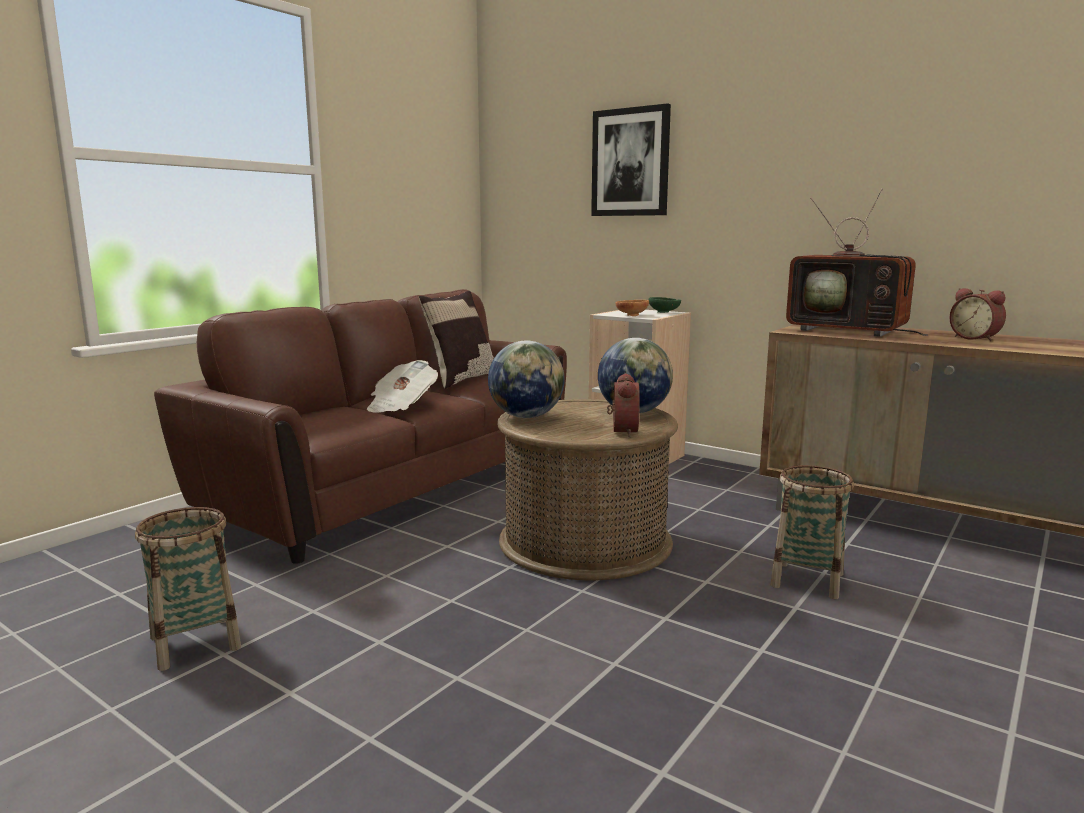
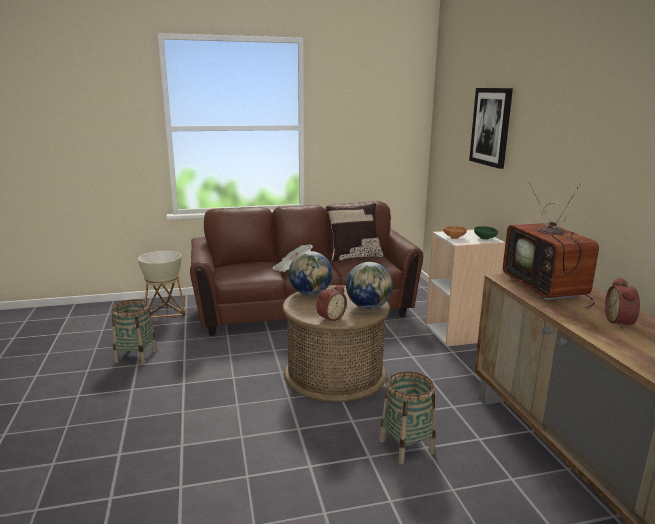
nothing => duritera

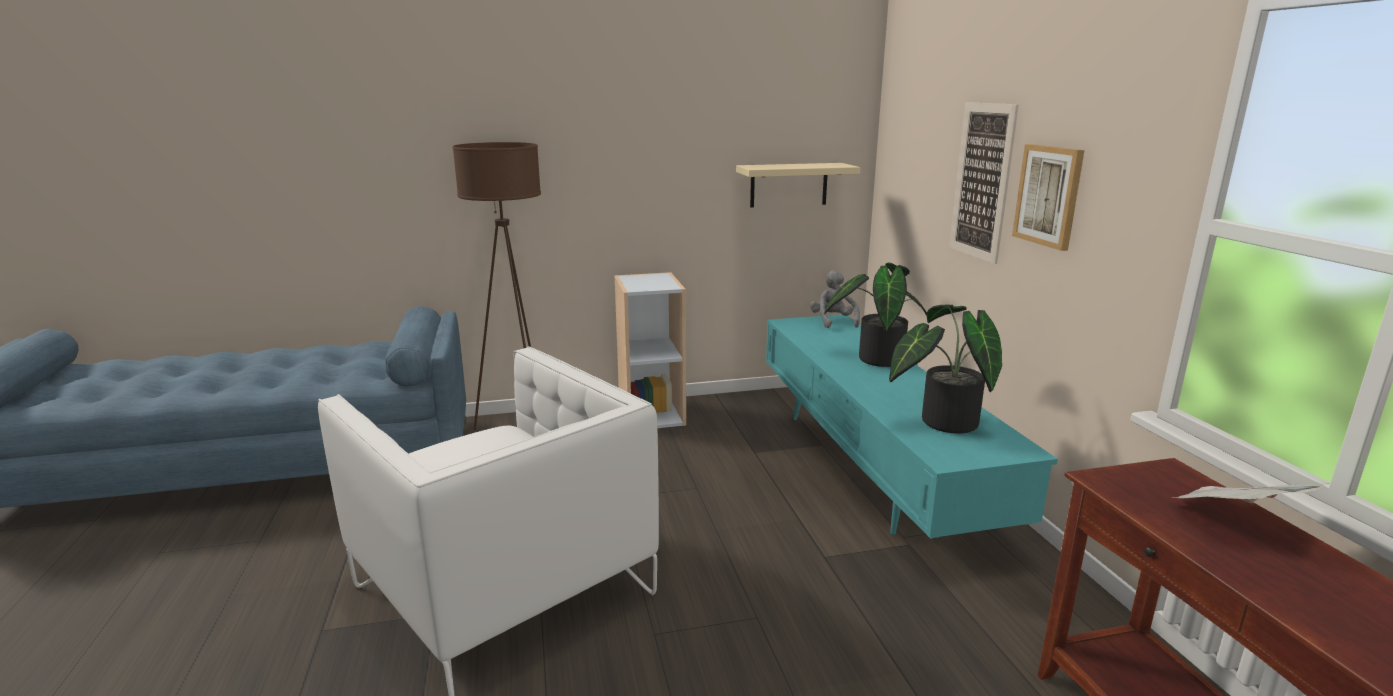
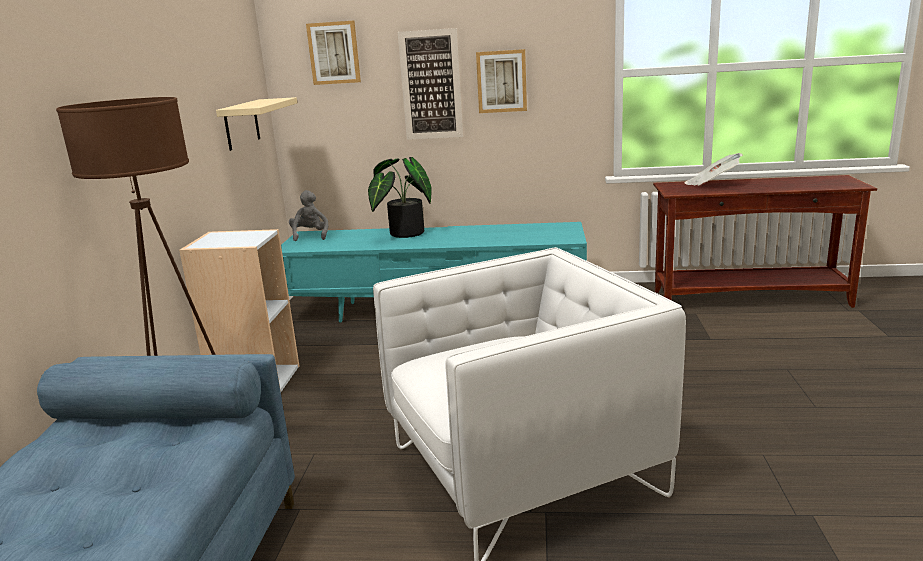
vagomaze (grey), 75 degrees clockwise
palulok (no. 2 from left) => nothing
nothing => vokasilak (no. 1 from left)

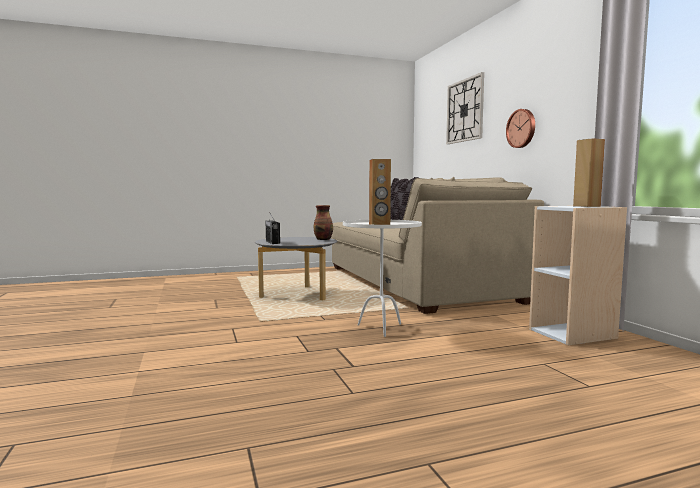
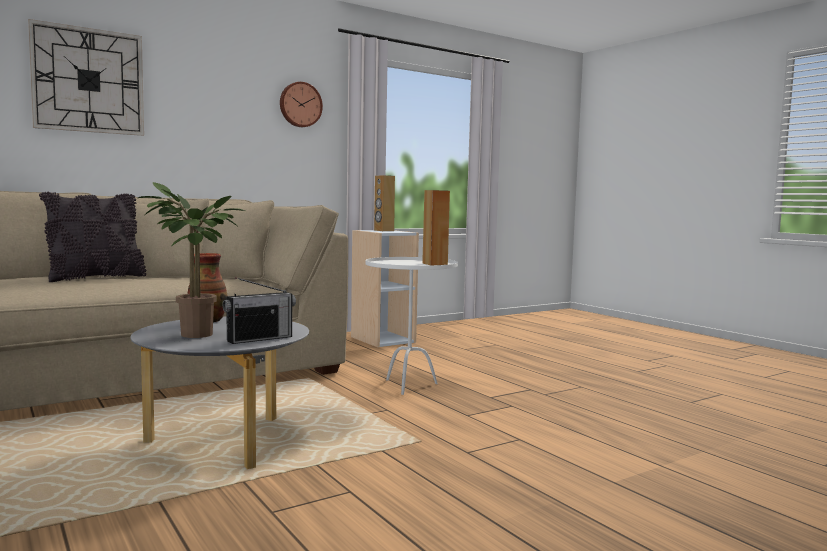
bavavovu (no. 2 from left), shifted
nothing => palulok

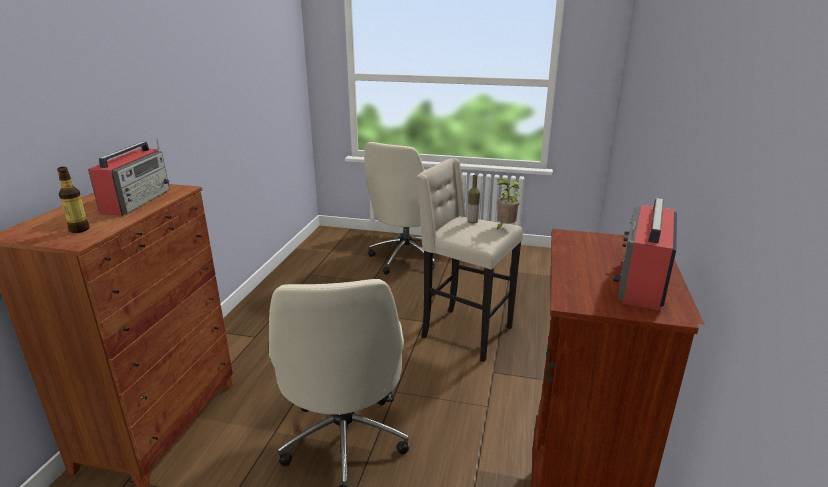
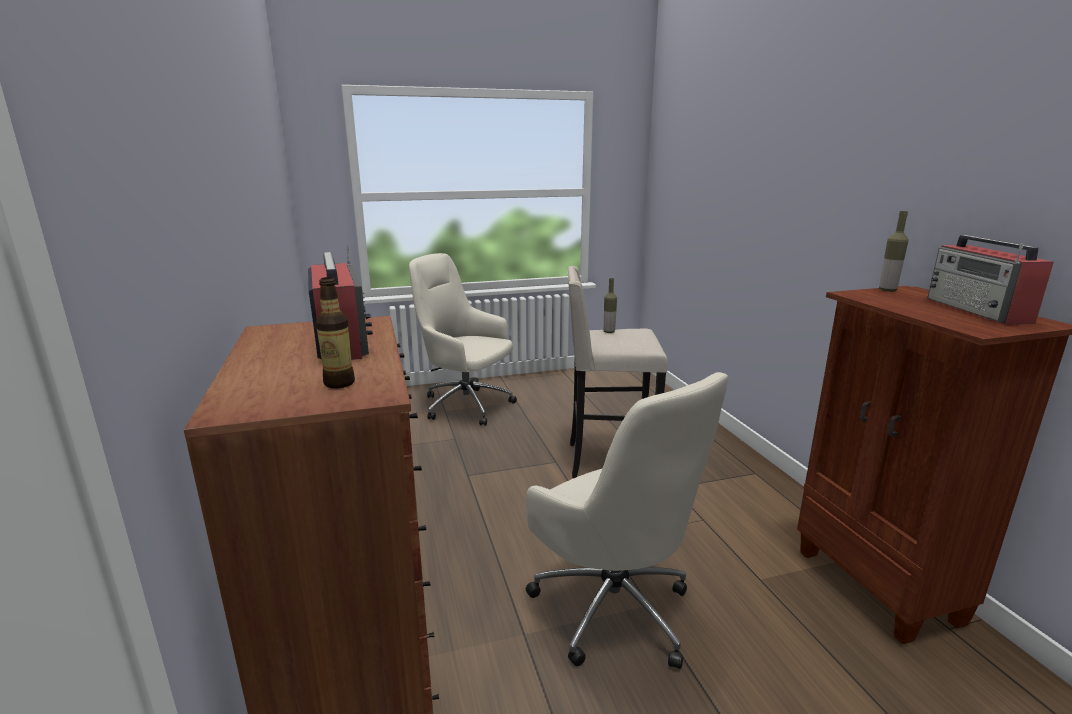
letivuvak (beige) (no. 2 from left in the first image) => letivuvak (beige) (no. 1 from left), 120 degrees clockwise
palulok => nothing
nothing => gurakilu (no. 3 from left)

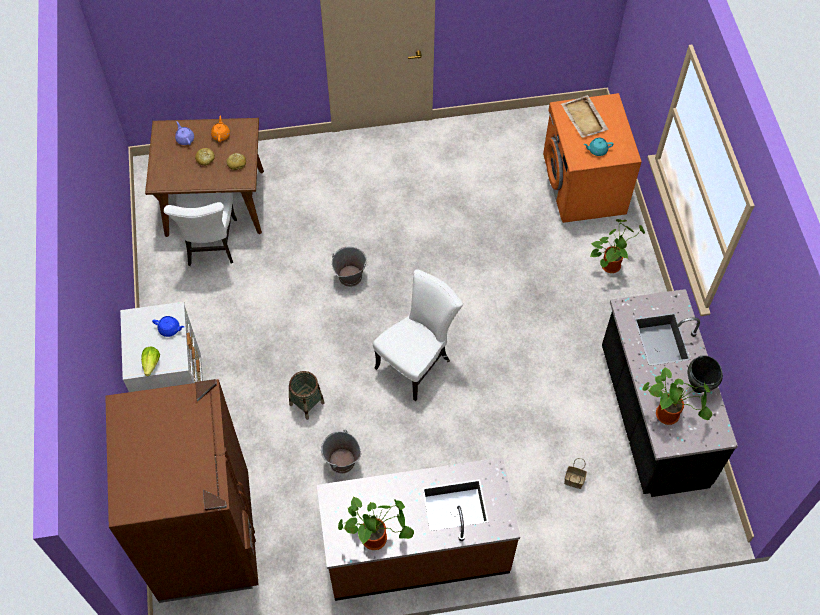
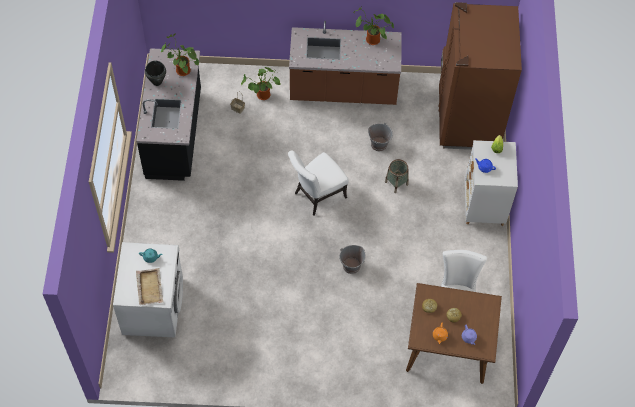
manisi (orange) => manisi (white)
palulok (no. 2 from left), shifted

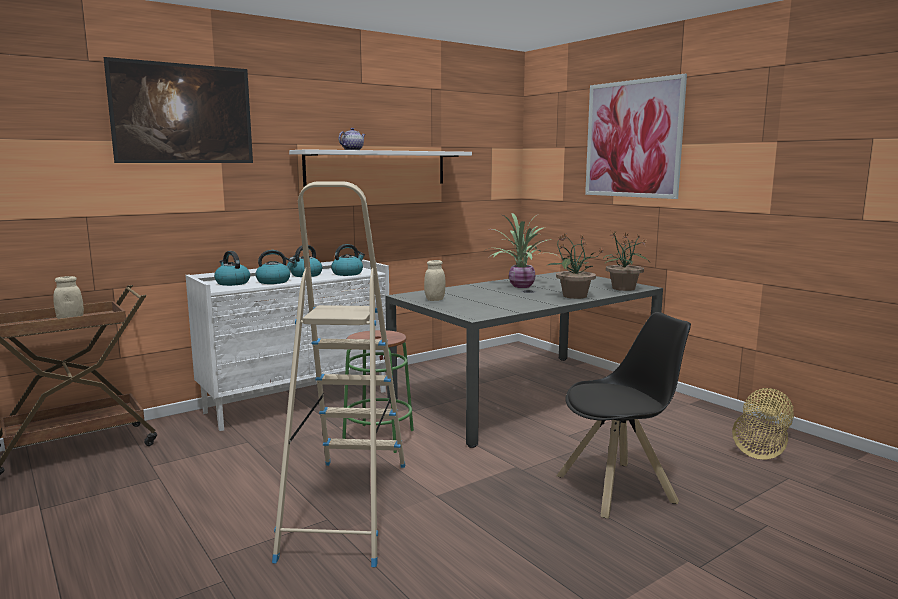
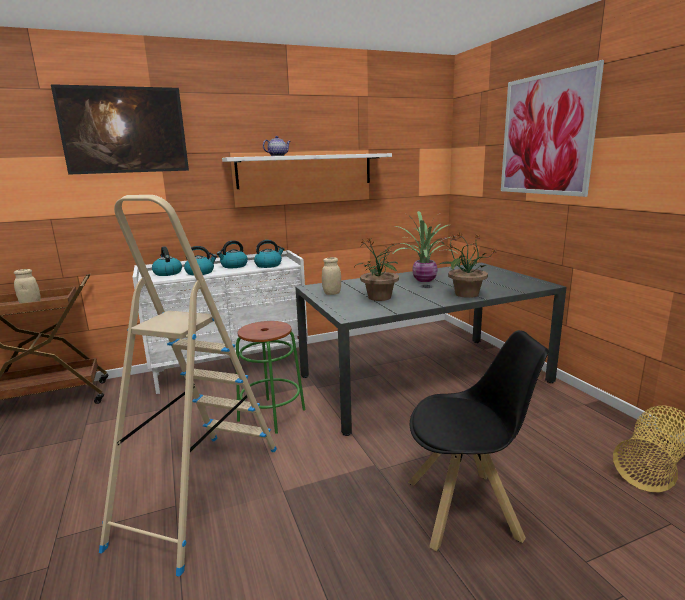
palulok (no. 3 from left in the first image) => palulok (no. 1 from left), shifted

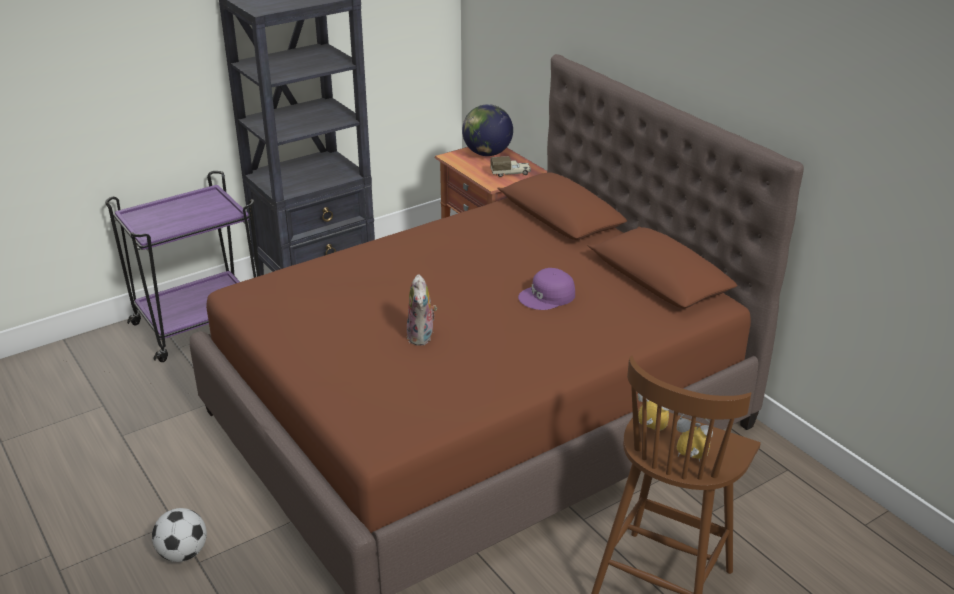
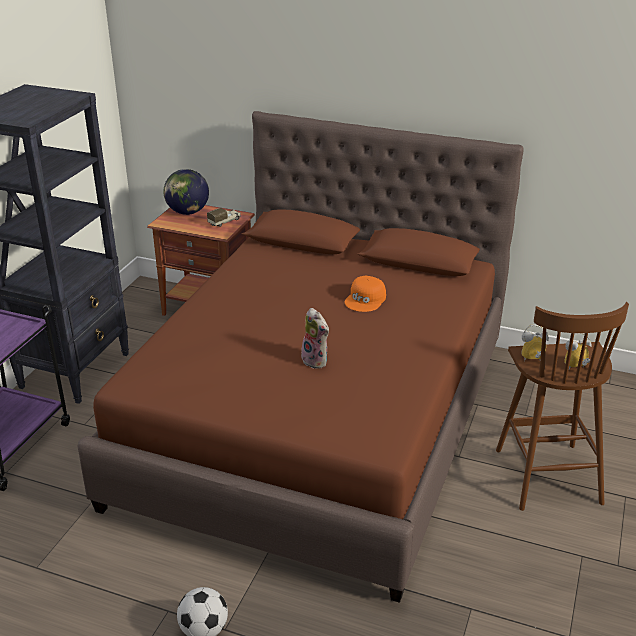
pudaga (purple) => pudaga (orange)

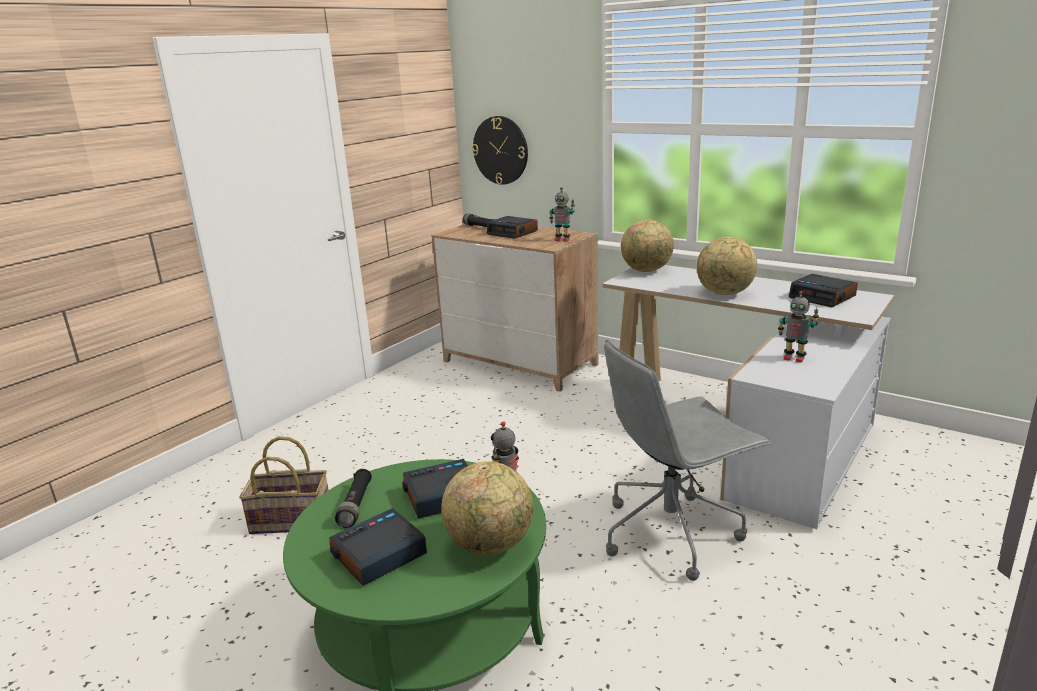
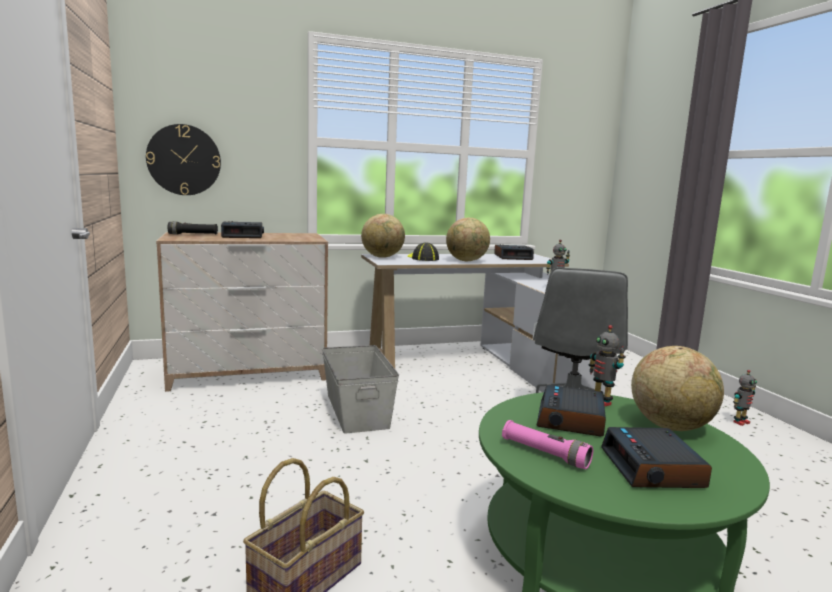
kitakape (no. 2 from left in the first image) => kitakape (no. 3 from left), shifted
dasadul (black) (no. 1 from left) => dasadul (pink)
nothing => pudaga
nothing => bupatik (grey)

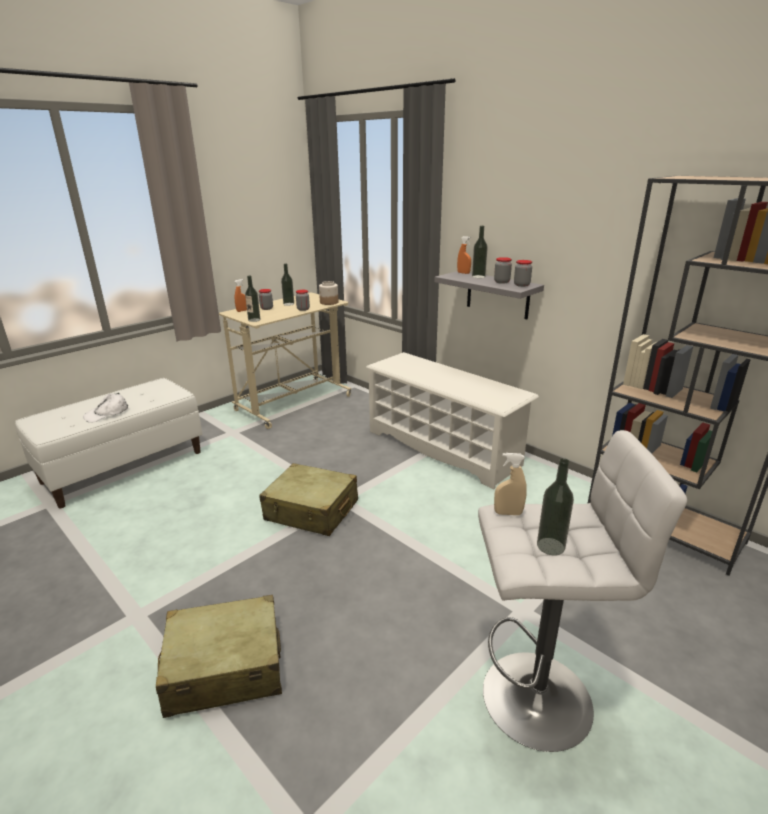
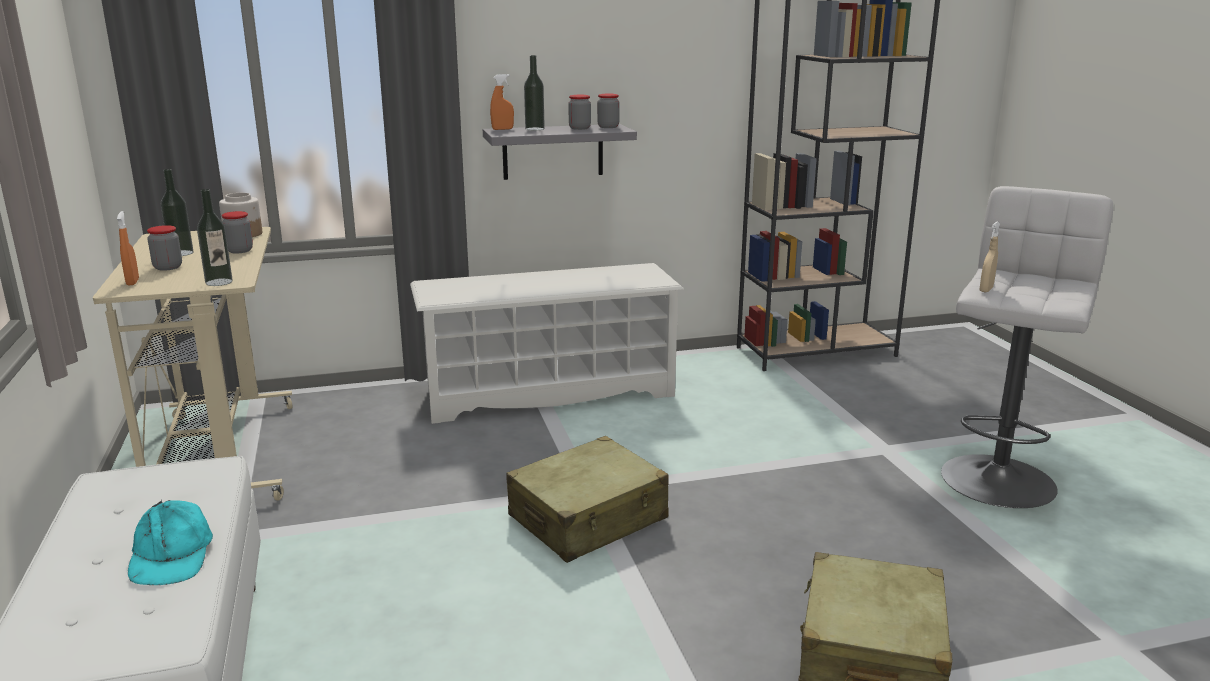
pudaga (white) => pudaga (turquoise)
gurakilu (no. 4 from left) => nothing

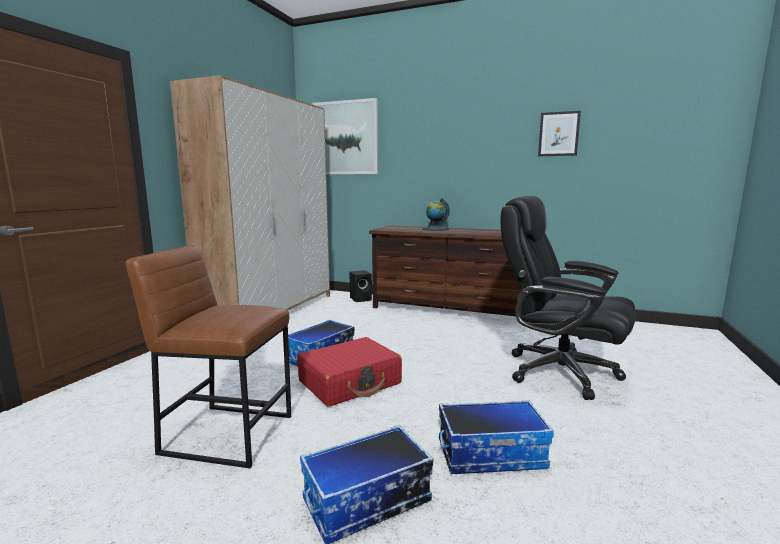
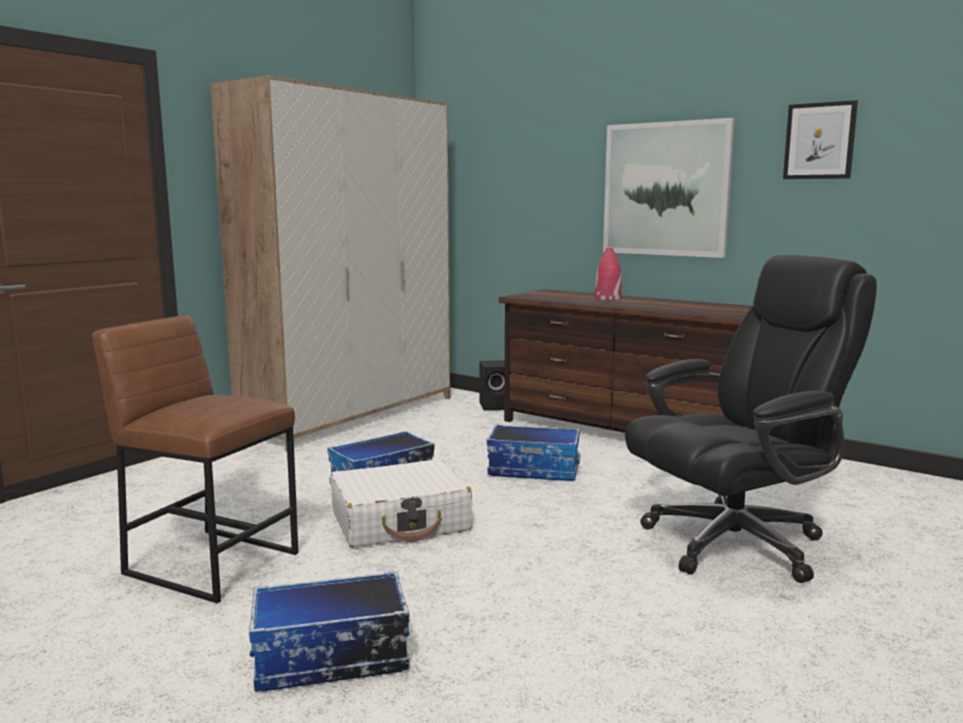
vokasilak (no. 1 from left), shifted
letivuvak (black), 105 degrees clockwise
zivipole => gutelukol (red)
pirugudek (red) => pirugudek (white)
bupatik (no. 3 from left), shifted

